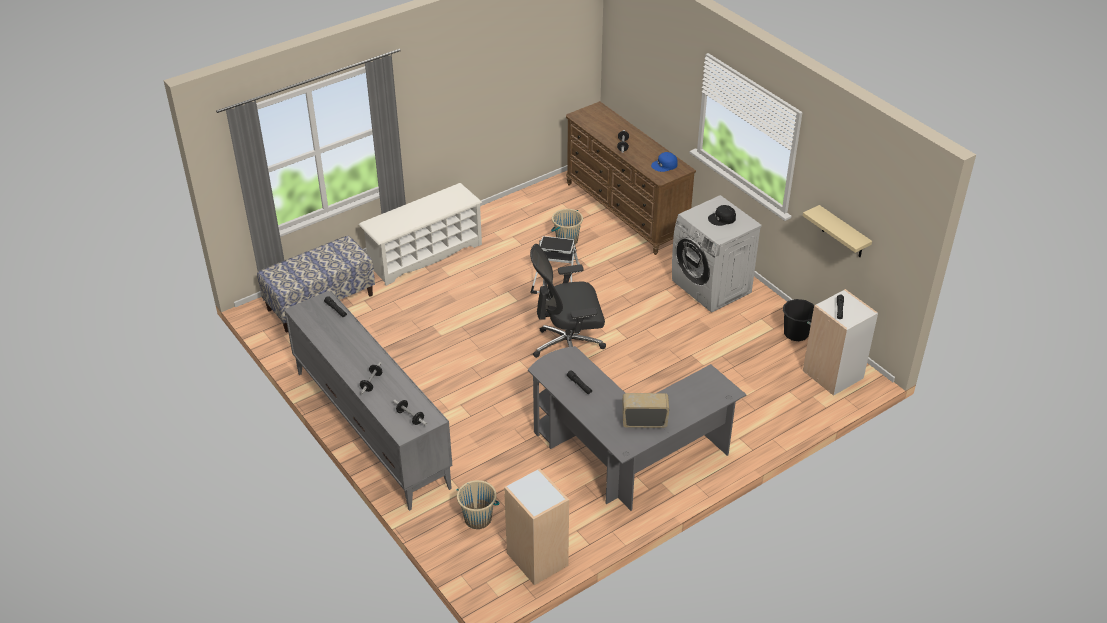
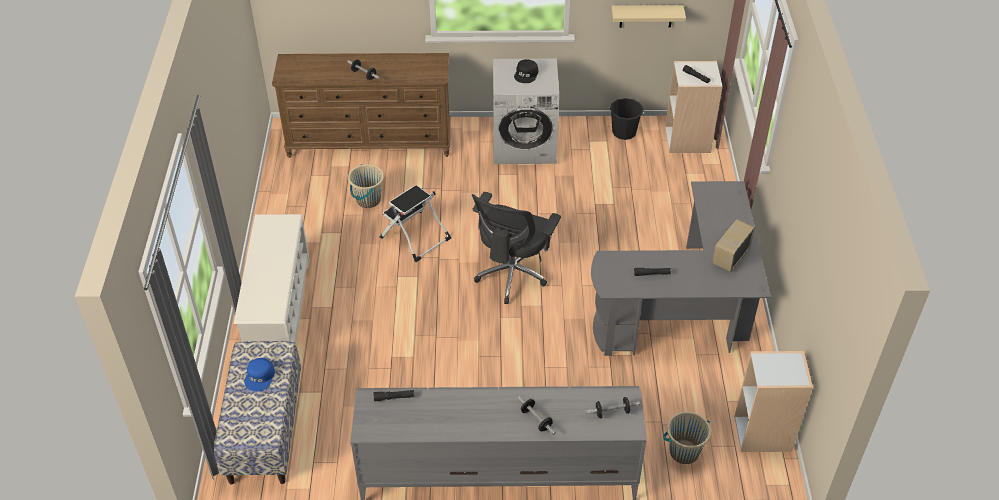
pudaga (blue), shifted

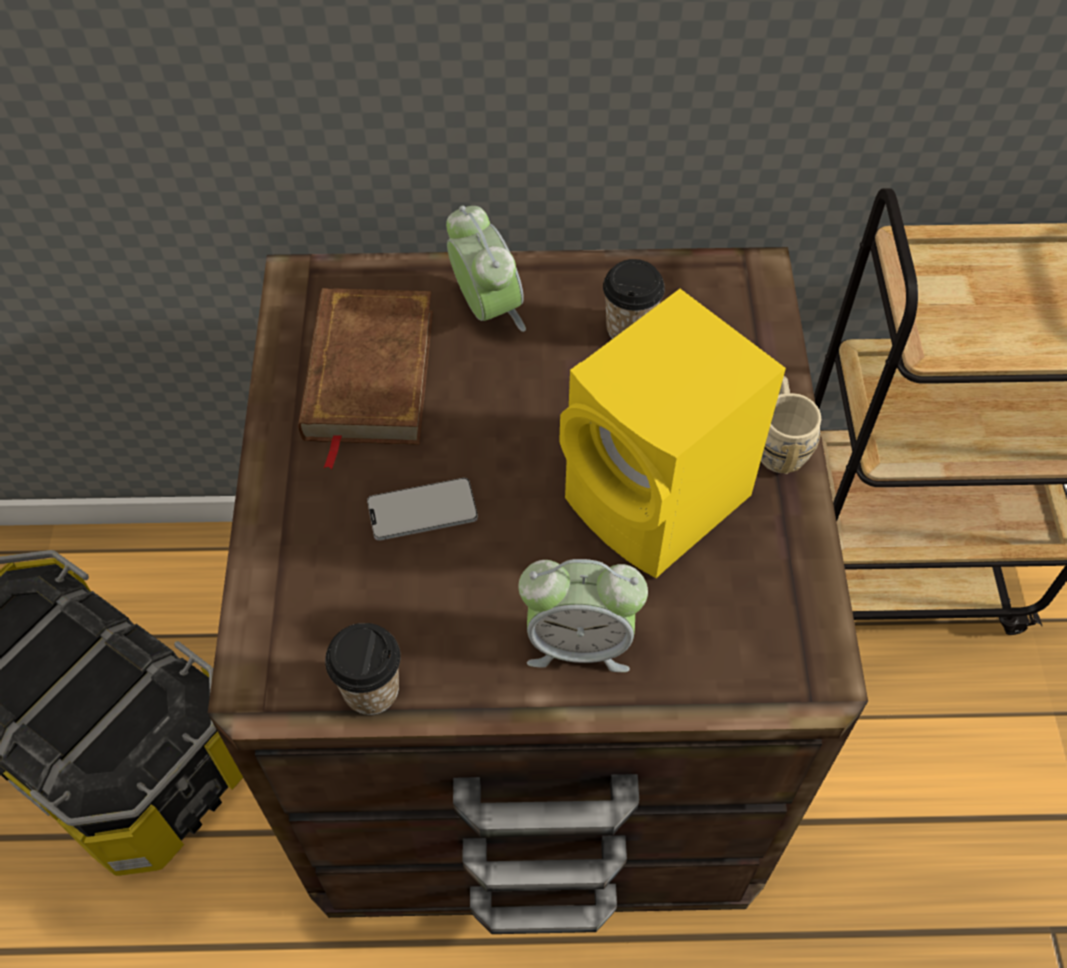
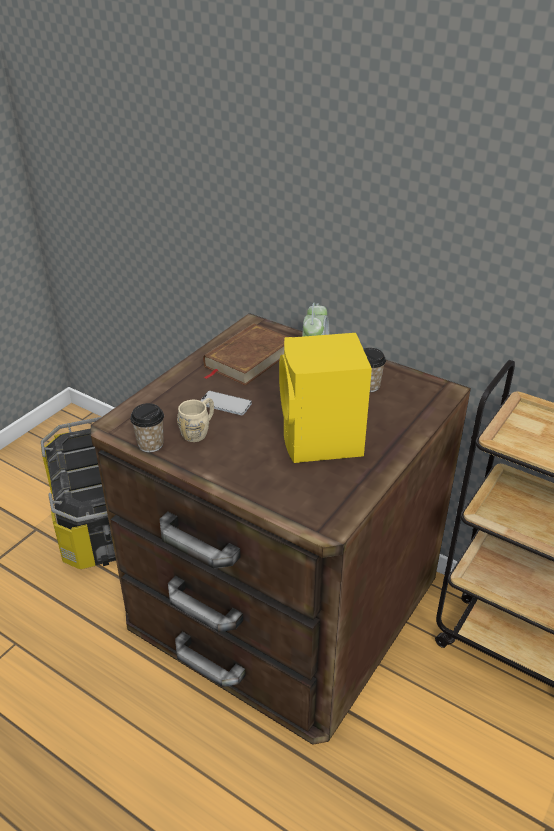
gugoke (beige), shifted
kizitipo (no. 2 from left) => nothing

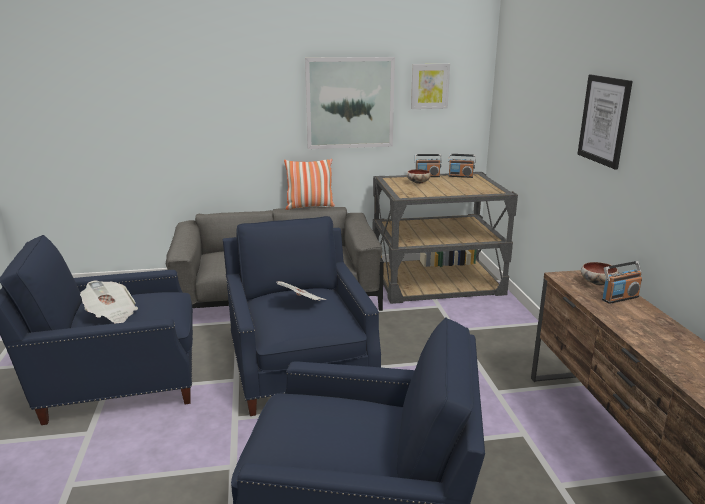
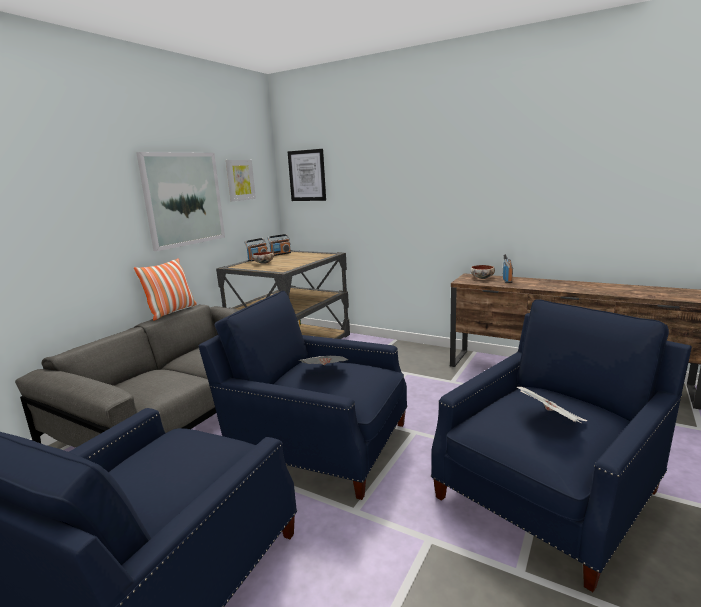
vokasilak (no. 3 from left), shifted
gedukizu (no. 1 from left in the first image) => gedukizu (no. 2 from left), shifted

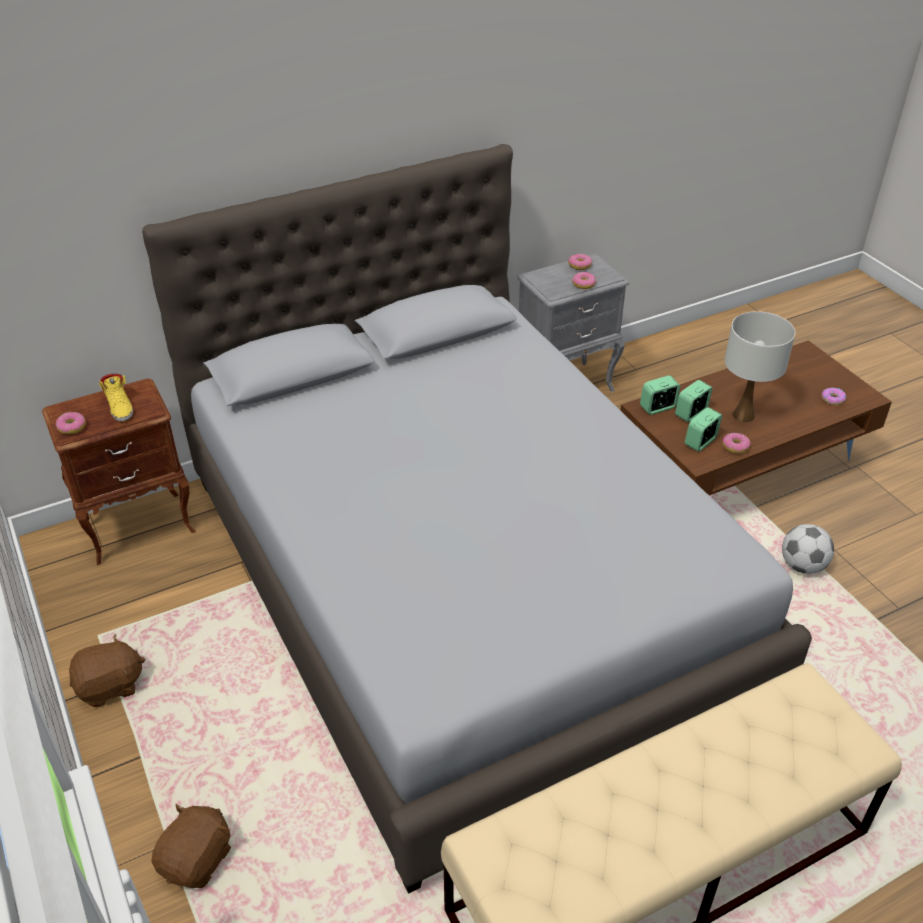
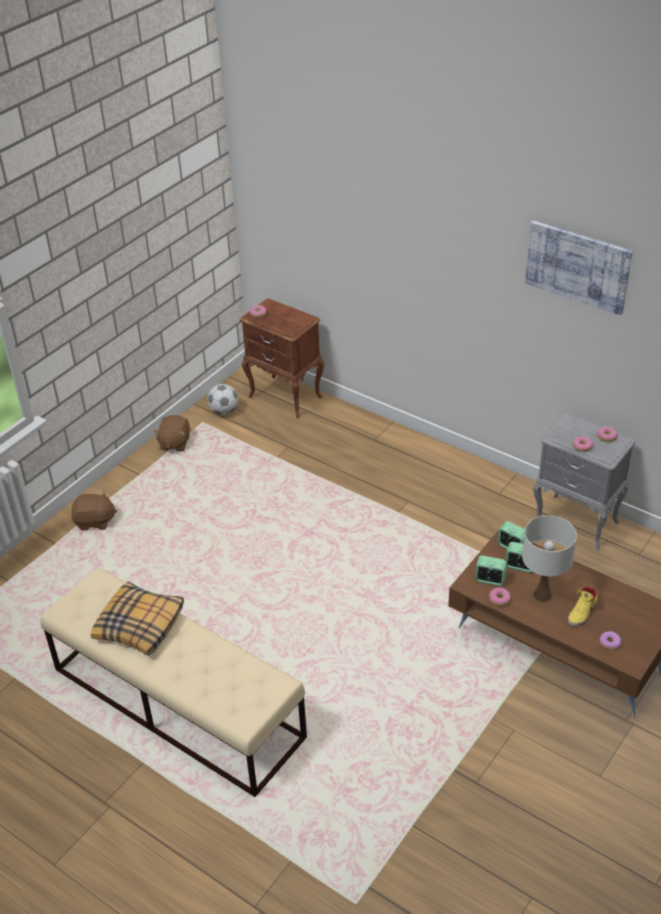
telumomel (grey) => nothing
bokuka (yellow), shifted
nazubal, shifted
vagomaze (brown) (no. 1 from left in the first image) => vagomaze (brown) (no. 2 from left), 60 degrees clockwise
nothing => vokasilak
nothing => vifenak

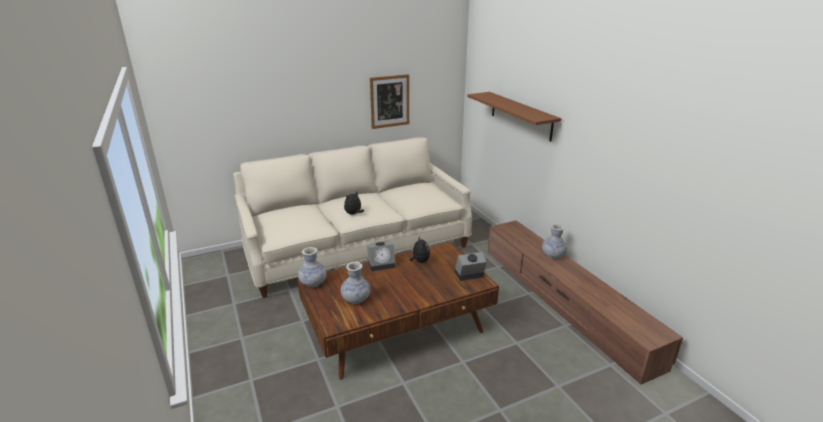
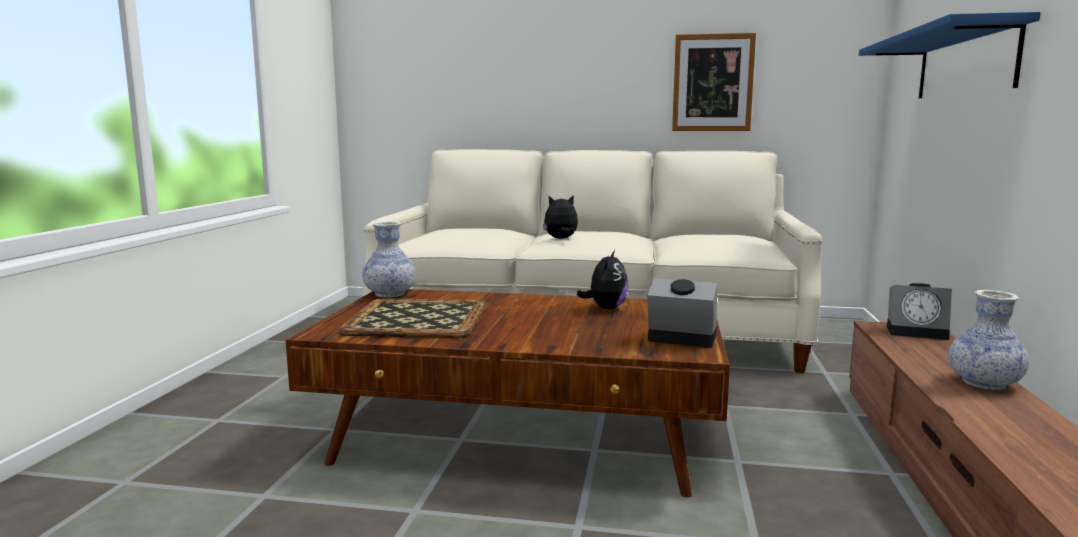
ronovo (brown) => ronovo (blue)
kizitipo (no. 1 from left in the first image) => kizitipo (no. 2 from left), shifted
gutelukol (no. 2 from left) => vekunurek

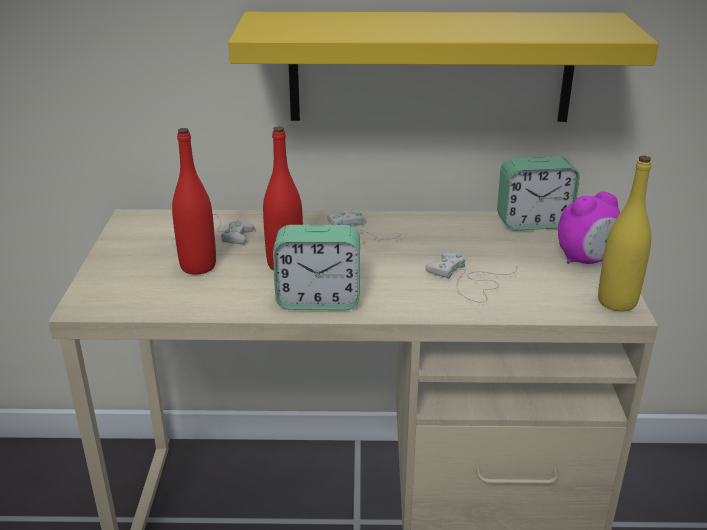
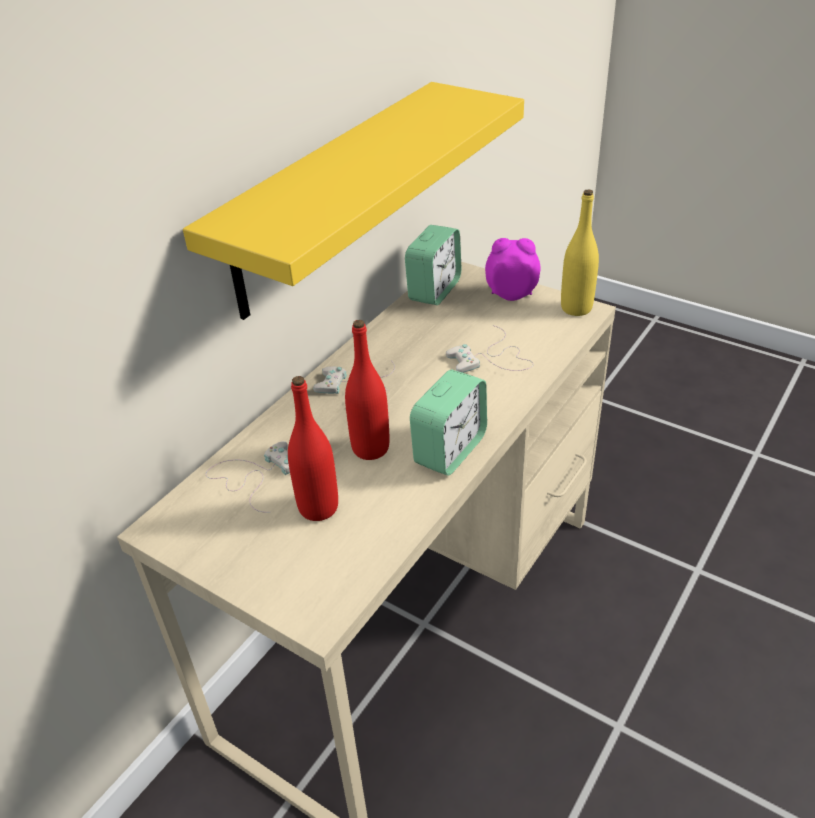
kizitipo (no. 3 from left), 90 degrees counterclockwise

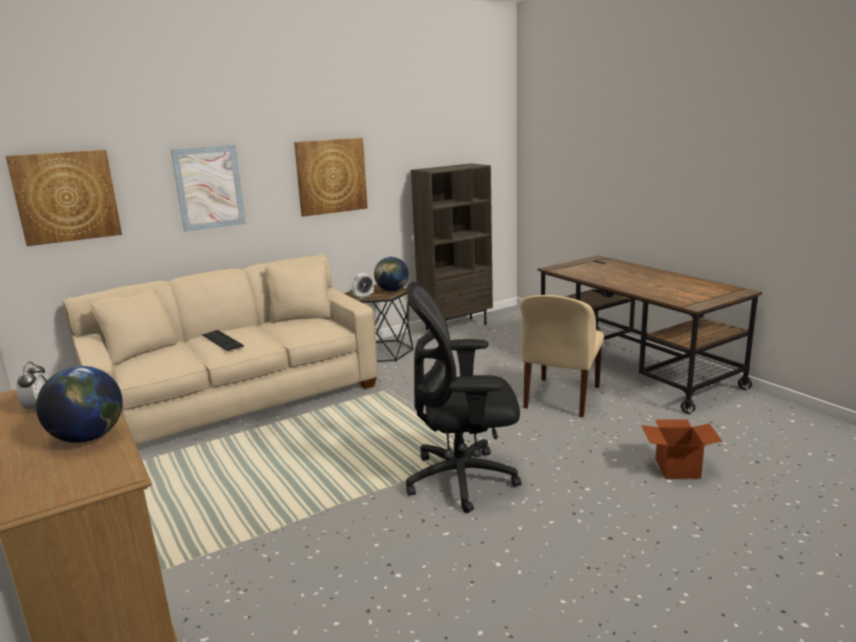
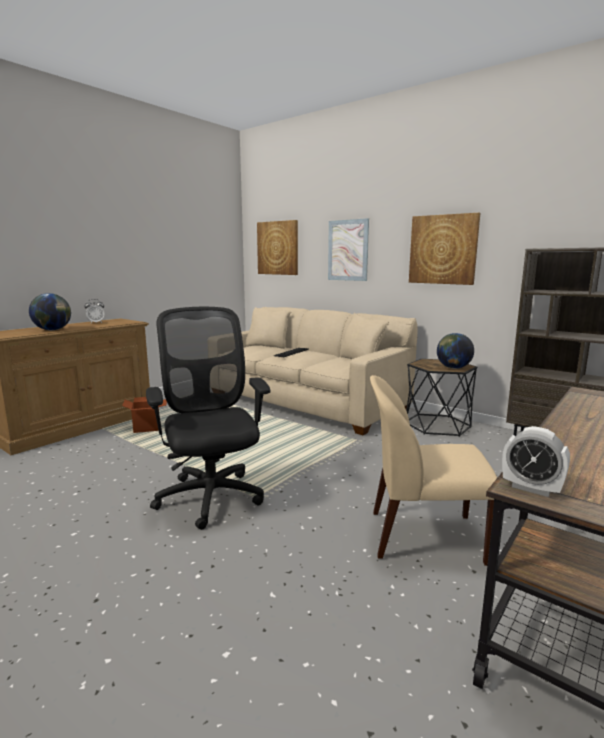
kizitipo (no. 2 from left), shifted
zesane, shifted

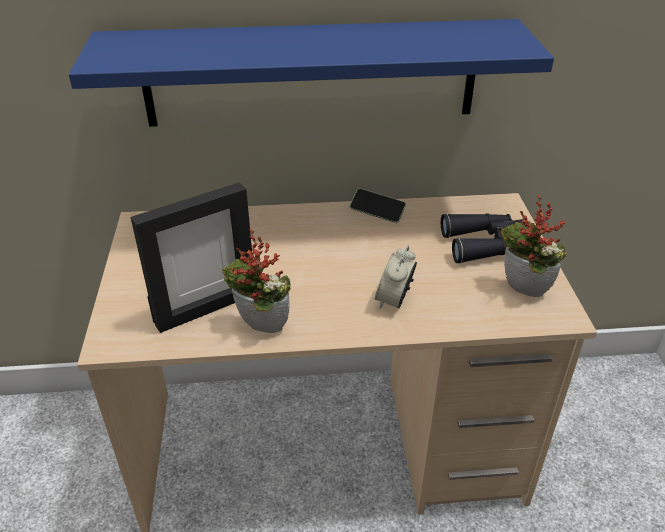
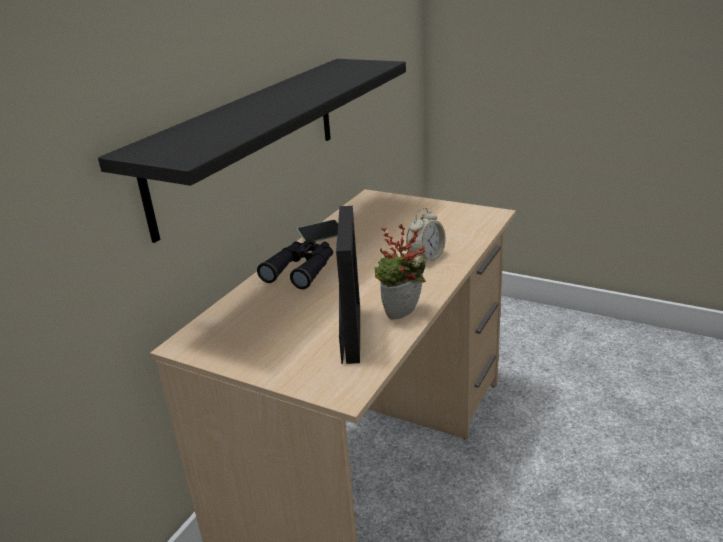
ronovo (blue) => ronovo (black)
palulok (no. 2 from left) => nothing
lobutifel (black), shifted
kizitipo, 105 degrees counterclockwise

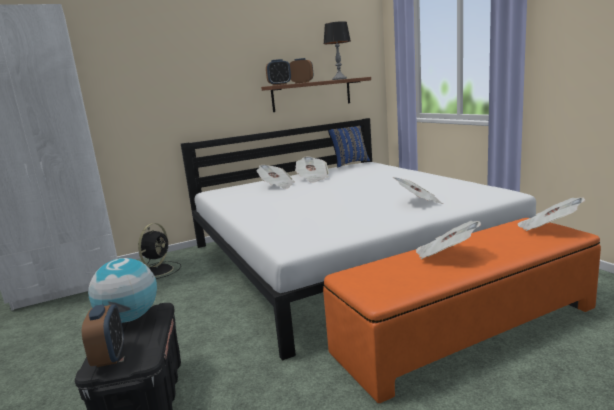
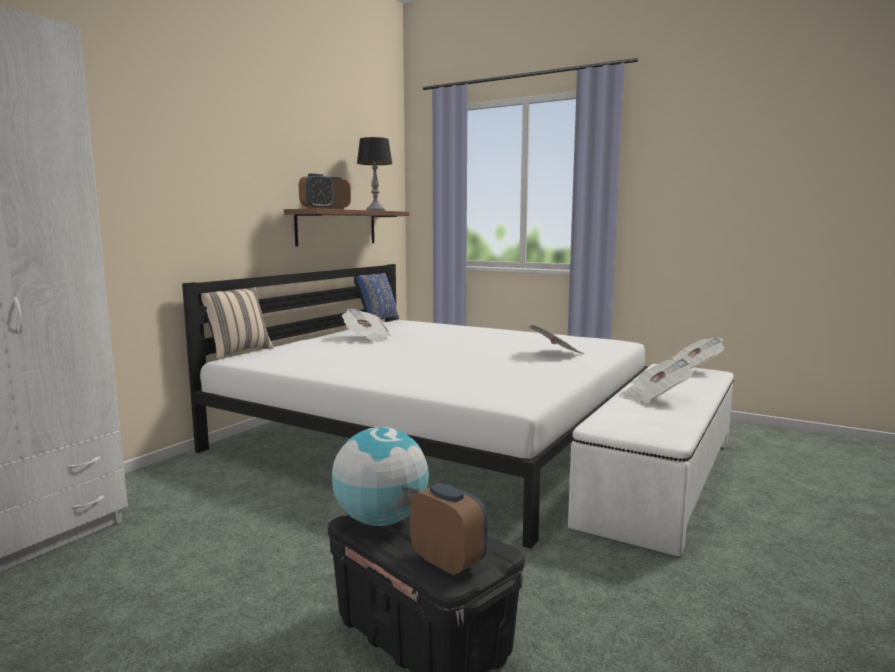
gedukizu (no. 1 from left) => nothing
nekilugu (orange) => nekilugu (white)
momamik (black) => nothing
nothing => vifenak (beige)

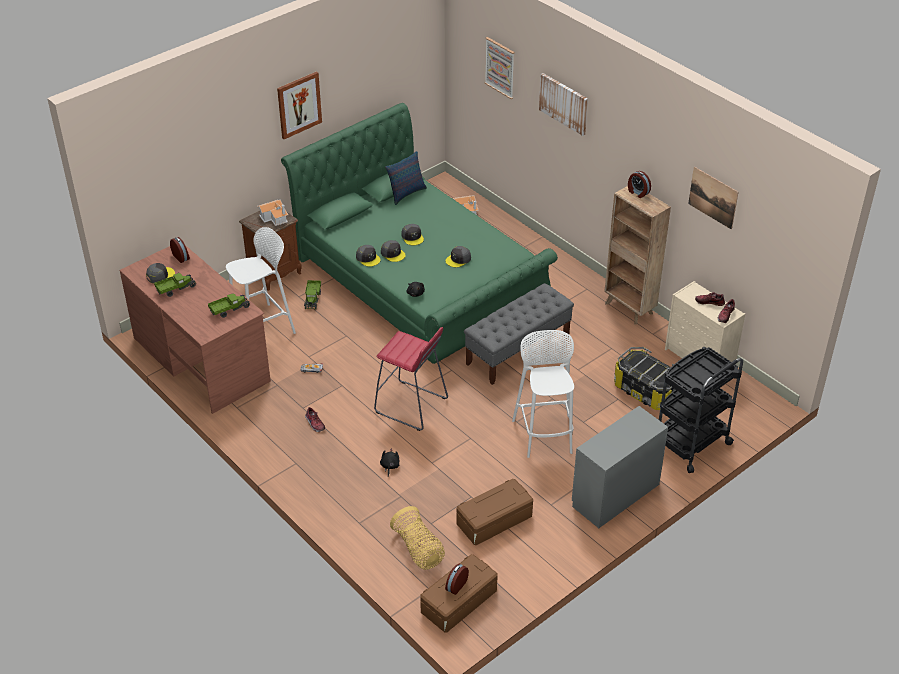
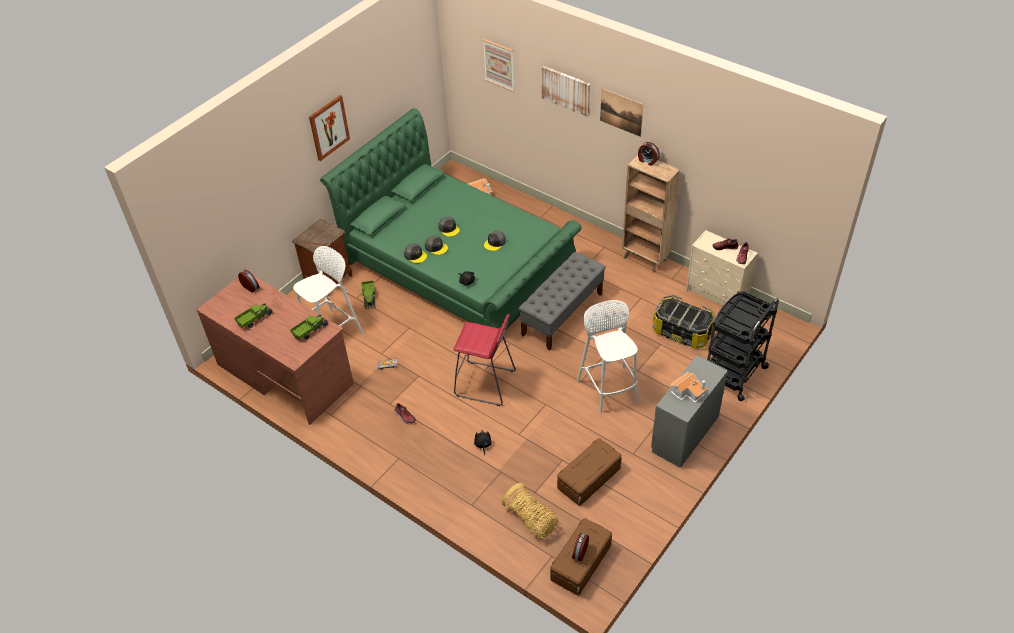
vifenak (blue) => nothing
vokasilak (no. 4 from left), shifted
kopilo (no. 1 from left in the first image) => kopilo (no. 2 from left), shifted
pudaga (grey) (no. 1 from left) => nothing

